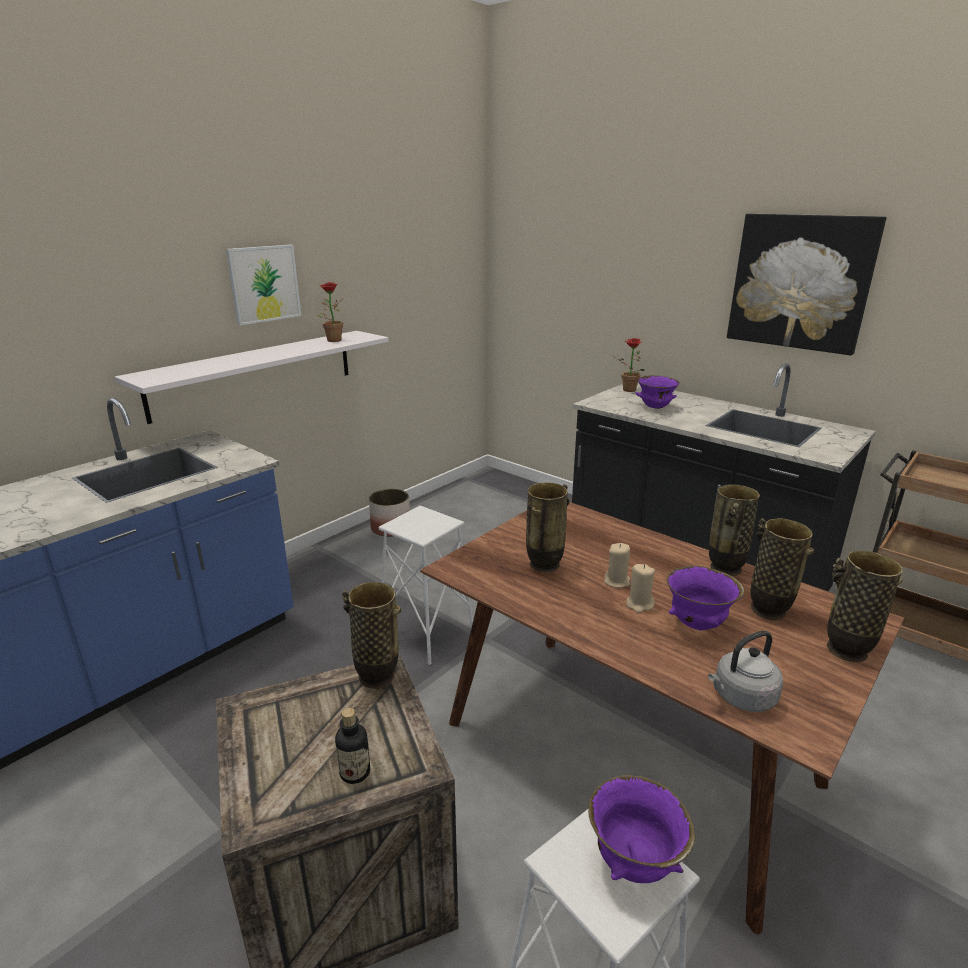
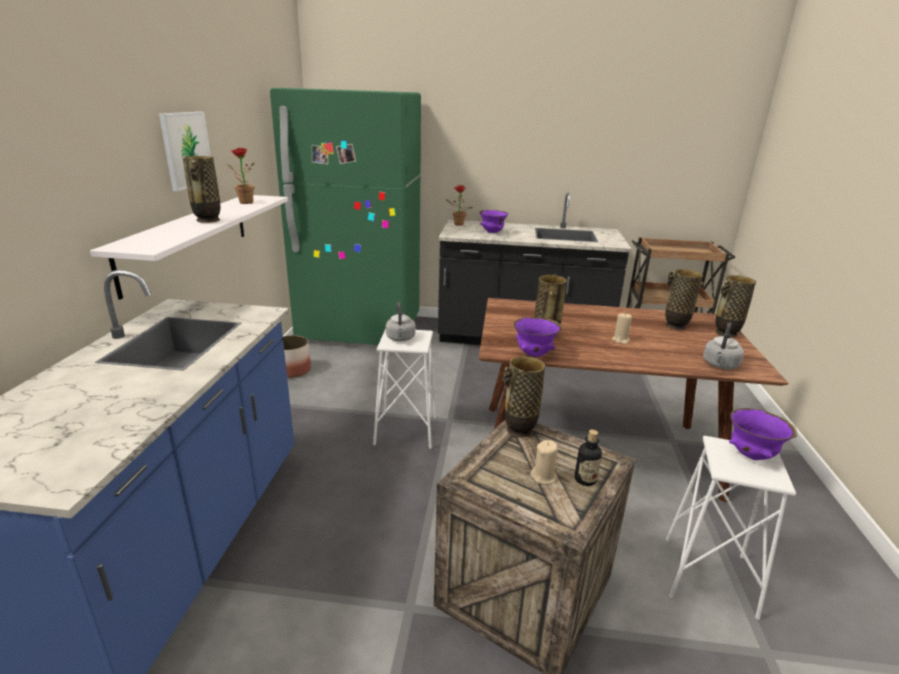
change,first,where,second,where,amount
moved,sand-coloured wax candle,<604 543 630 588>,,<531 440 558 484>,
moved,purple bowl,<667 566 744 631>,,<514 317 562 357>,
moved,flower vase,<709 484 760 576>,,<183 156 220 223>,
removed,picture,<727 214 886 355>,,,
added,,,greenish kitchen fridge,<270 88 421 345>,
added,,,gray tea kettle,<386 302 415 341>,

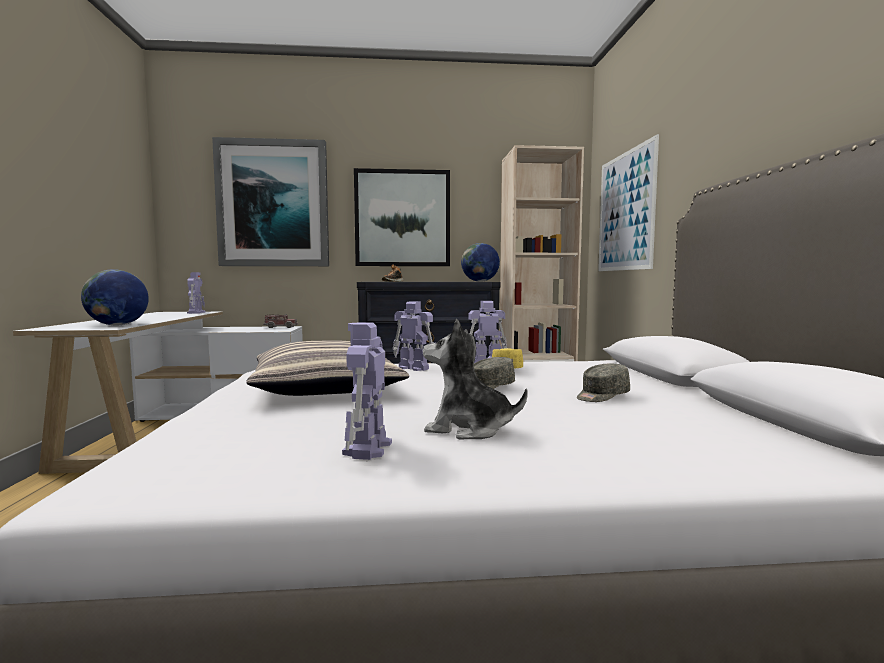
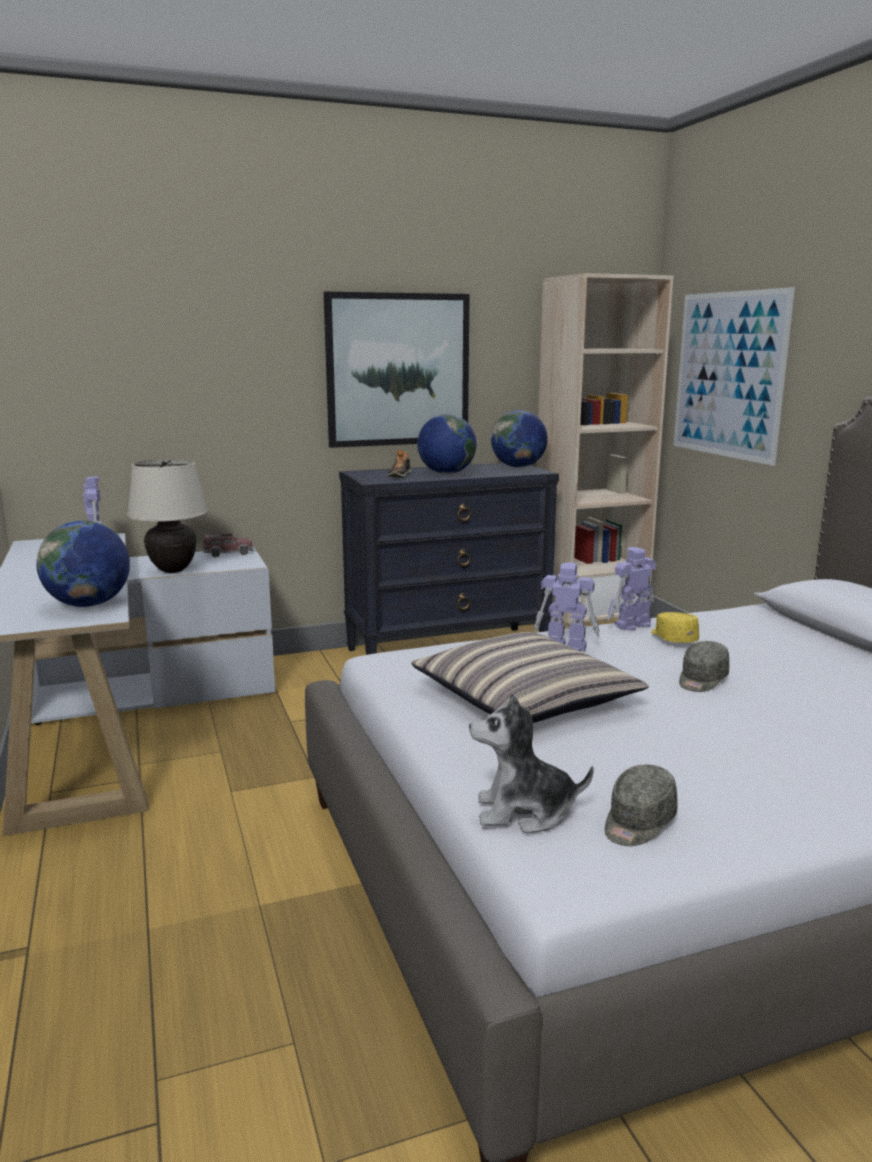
change,first,where,second,where,amount
removed,picture,<212 137 329 266>,,,
removed,robot figure,<342 322 392 460>,,,
moved,soft toy,<423 319 528 440>,,<469 693 594 833>,
moved,gray peaked cap,<577 364 630 402>,,<605 765 678 846>,
added,,,sand-coloured lamp for a table,<127 459 208 573>,
added,,,world globe,<417 414 477 474>,

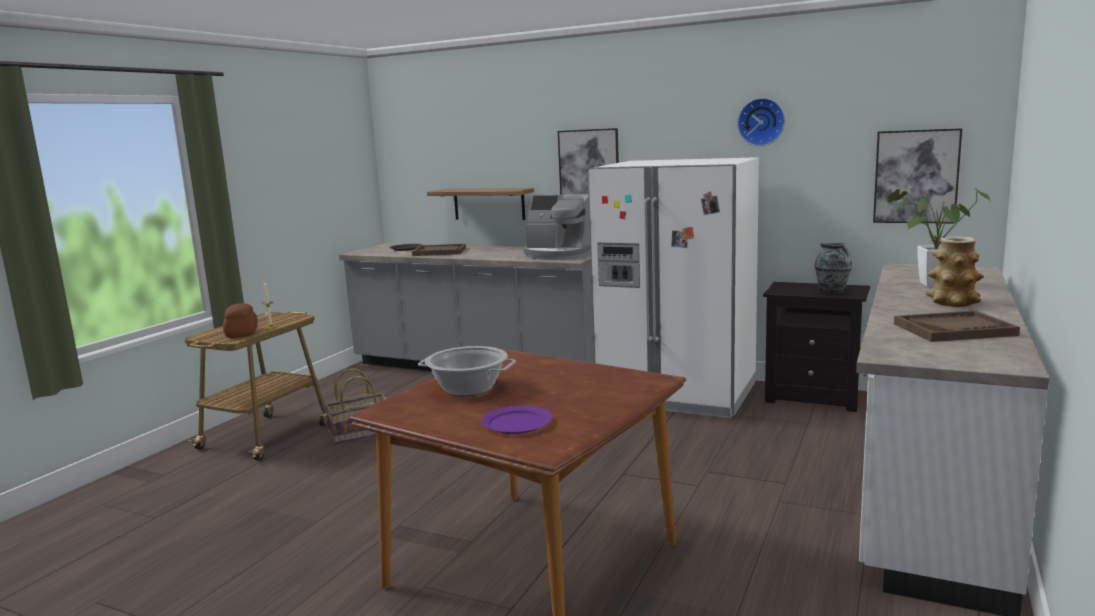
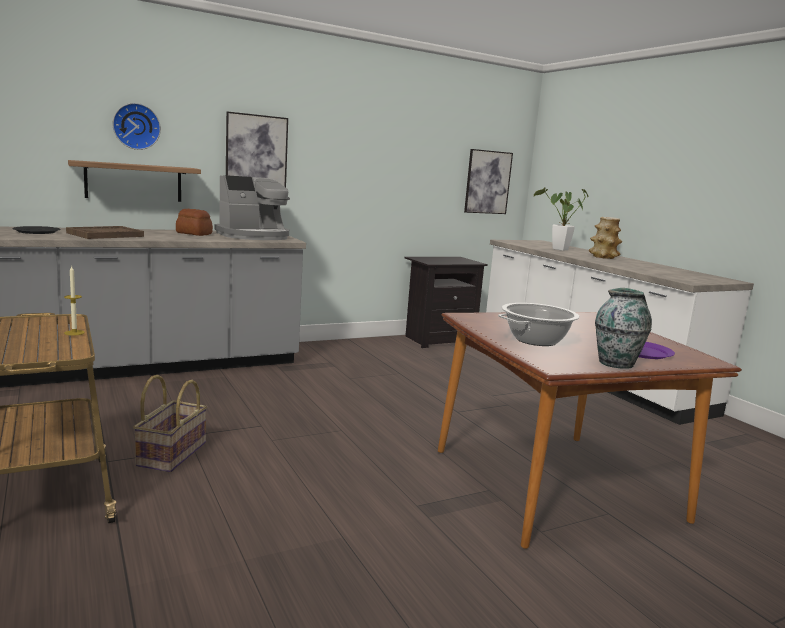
change,first,where,second,where,amount
moved,baked bread,<223 303 257 338>,,<176 209 213 236>,
removed,whitish kitchen fridge,<588 157 759 419>,,,
moved,hanging clock,<737 98 785 146>,,<113 103 161 150>,
moved,flower vase,<815 243 852 294>,,<595 288 652 369>,
removed,brown serving tray,<894 310 1020 342>,,,

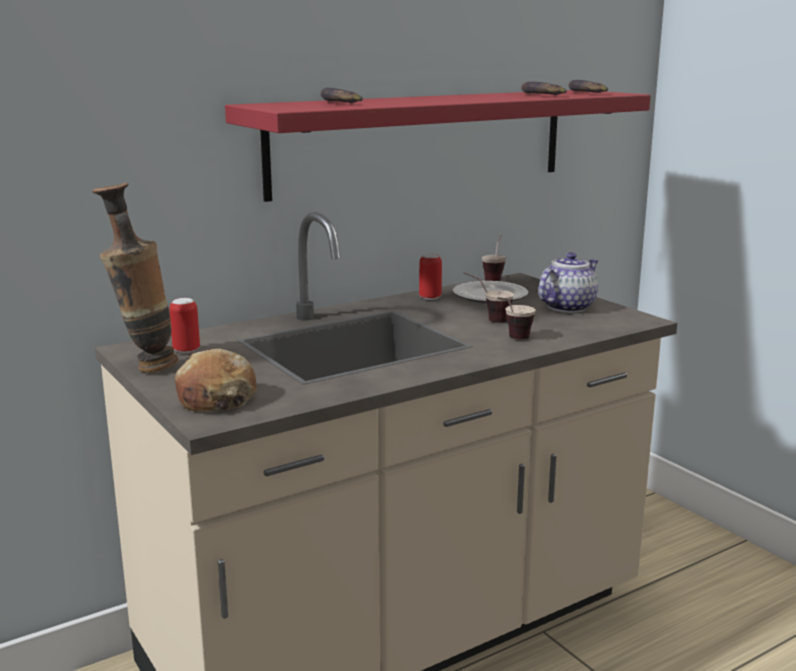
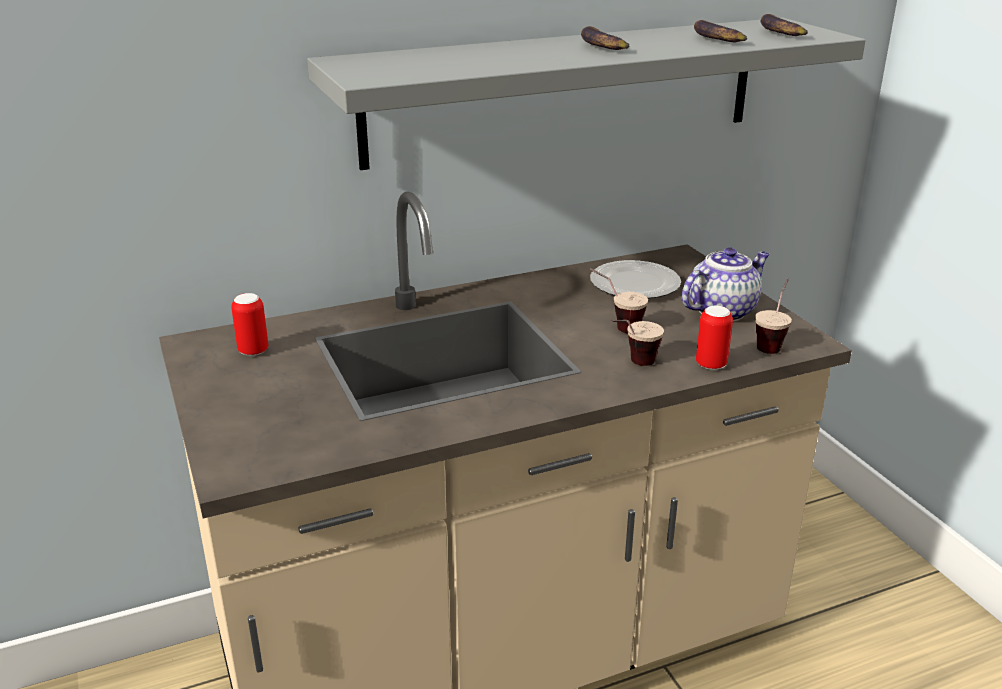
change,first,where,second,where,amount
removed,flower vase,<92 183 178 372>,,,
removed,baked bread,<175 349 256 411>,,,
recoloured,red shelf,<225 90 651 202>,gray shelf,<307 18 866 170>,
moved,banana,<321 88 363 103>,,<581 26 629 50>,
moved,can,<419 254 442 300>,,<696 306 733 370>,
moved,cup,<482 235 506 281>,,<755 278 792 354>,

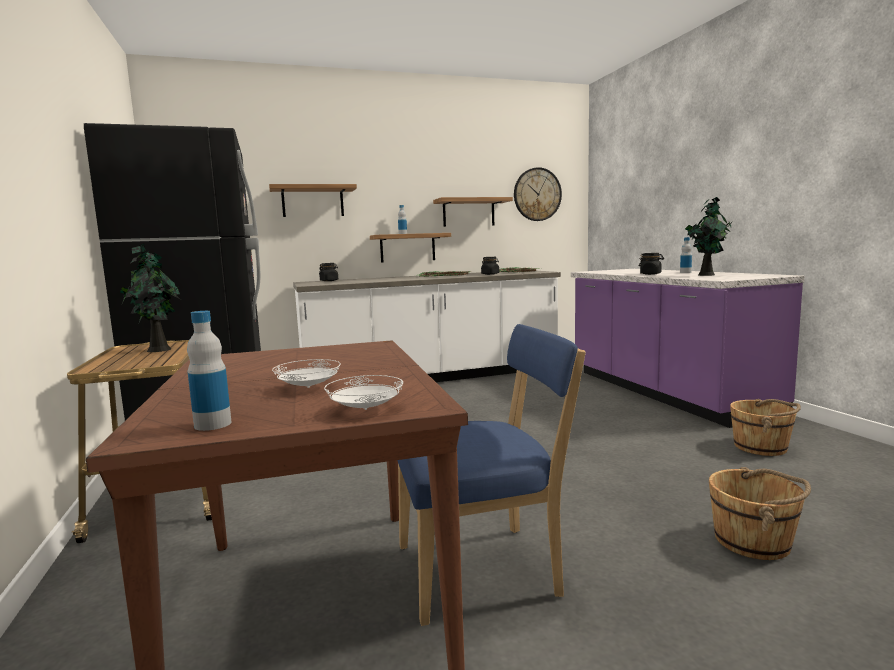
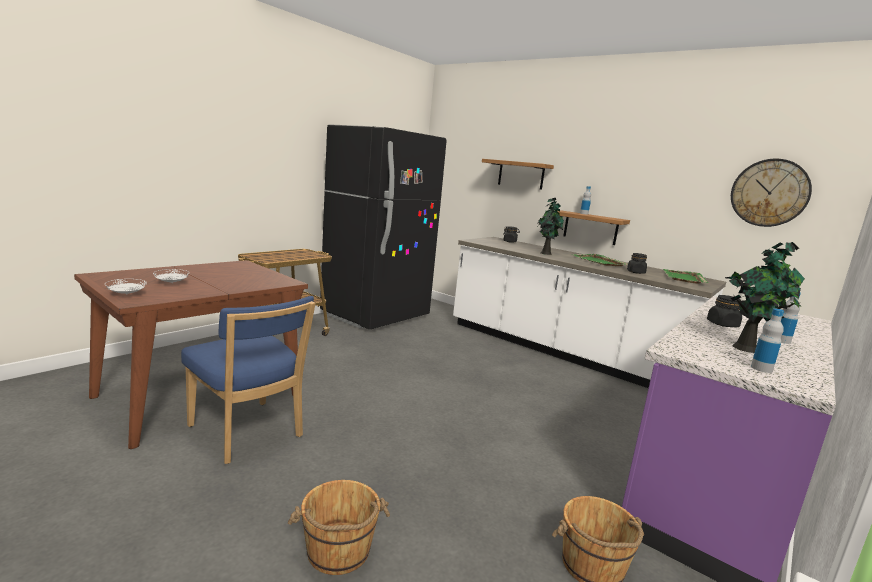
change,first,where,second,where,amount
moved,plant in a pot,<120 244 180 352>,,<538 198 564 255>,
moved,drink bottle,<187 311 231 431>,,<751 308 784 373>,
removed,shelf,<433 197 513 227>,,,

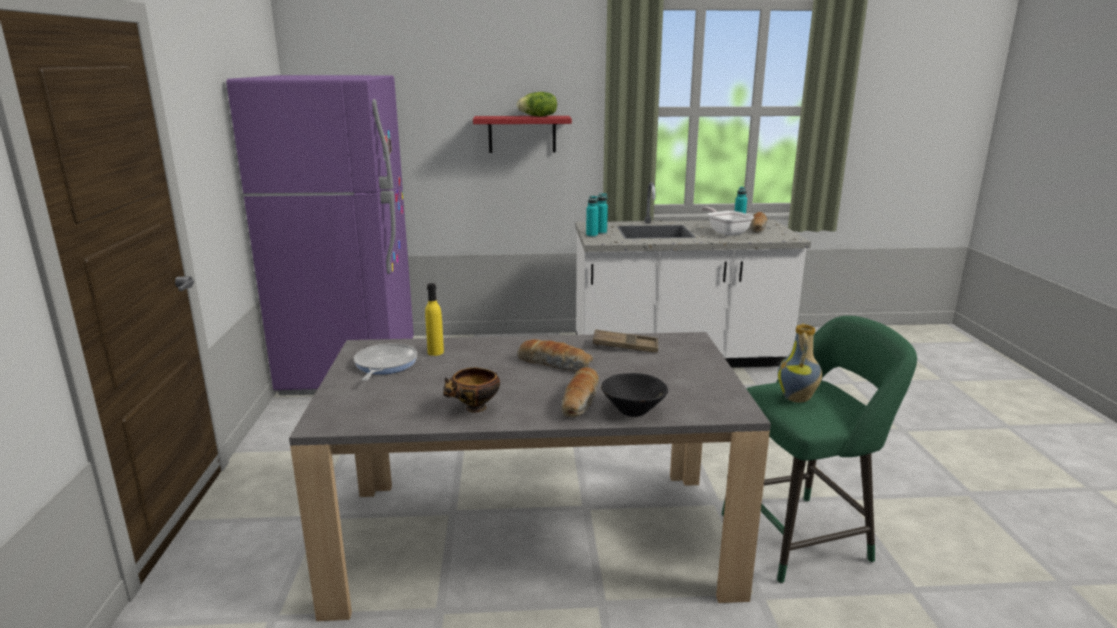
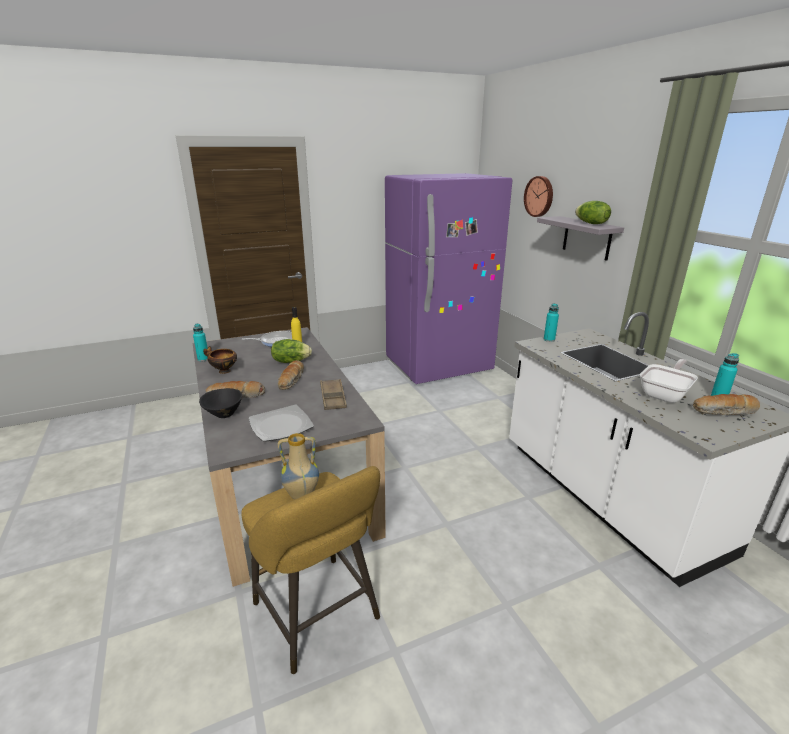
change,first,where,second,where,amount
recoloured,red shelf,<473 116 572 153>,gray shelf,<537 216 624 261>,
moved,turquoise-coloured drink bottle,<597 193 608 234>,,<193 323 208 361>,
recoloured,greenish stool seat,<722 316 917 583>,yellow-coloured stool seat,<241 466 380 674>,
added,,,plate,<249 405 314 442>,
added,,,lettuce head,<271 339 312 363>,
added,,,hanging clock,<524 176 553 217>,

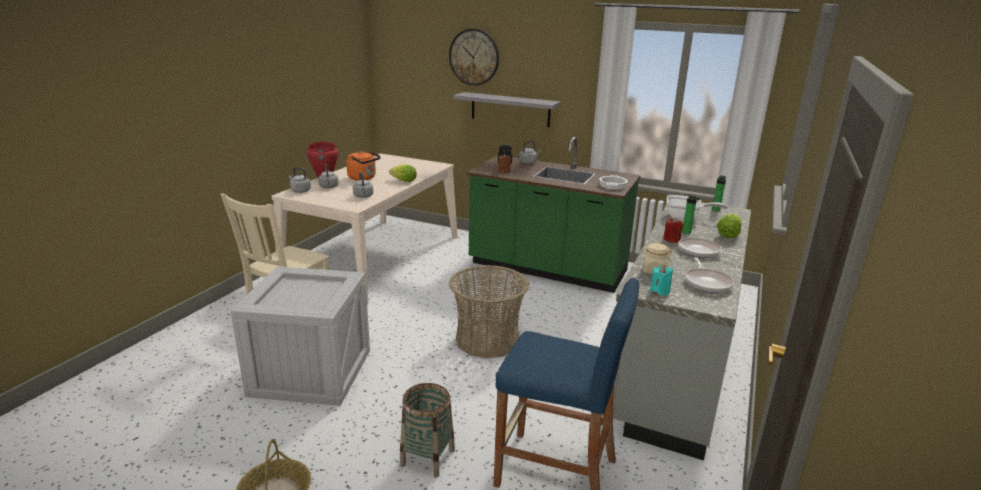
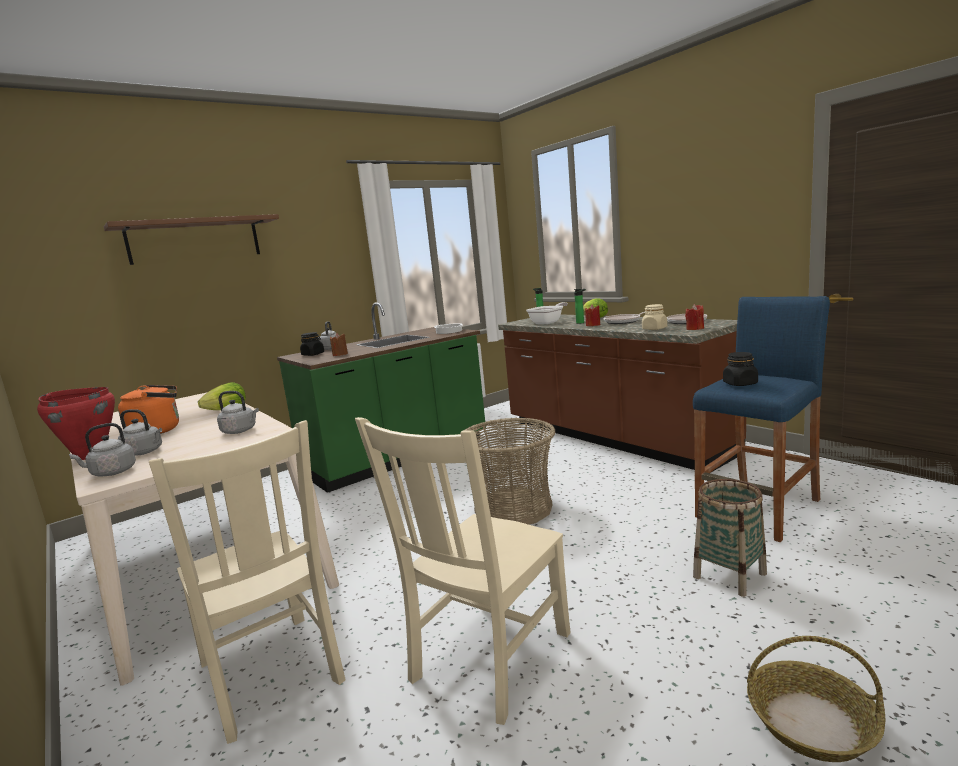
change,first,where,second,where,amount
replaced,shipping crate,<231 266 370 406>,sand-coloured chair,<355 417 571 725>,
replaced,hanging clock,<449 29 499 86>,brown shelf,<103 214 279 265>,
removed,gray shelf,<453 92 561 127>,,,
recoloured,gray counter,<613 202 751 460>,brown counter,<498 314 746 472>,
recoloured,turquoise-coloured wax candle,<650 265 673 295>,red wax candle,<685 304 704 330>,
added,,,black-coloured storage jar,<723 352 758 386>,

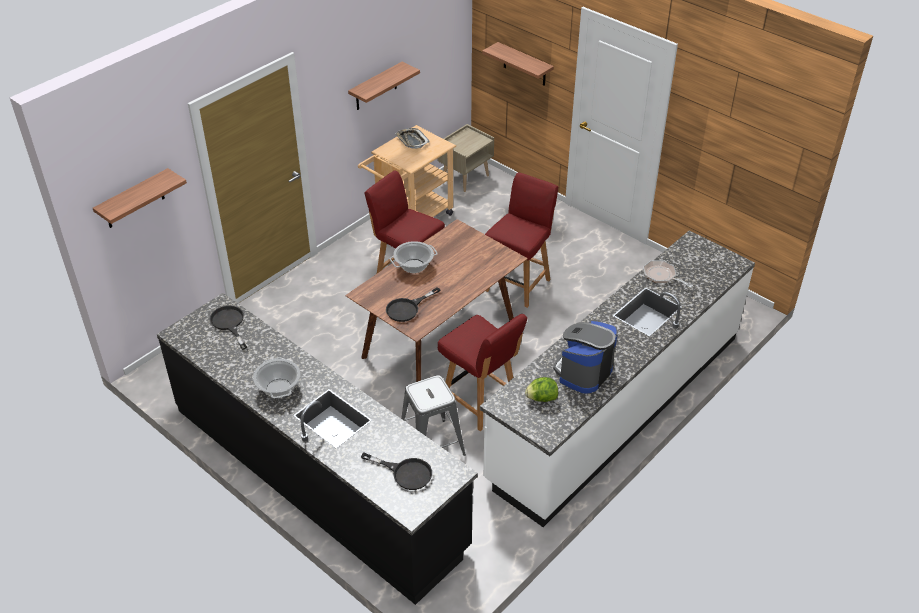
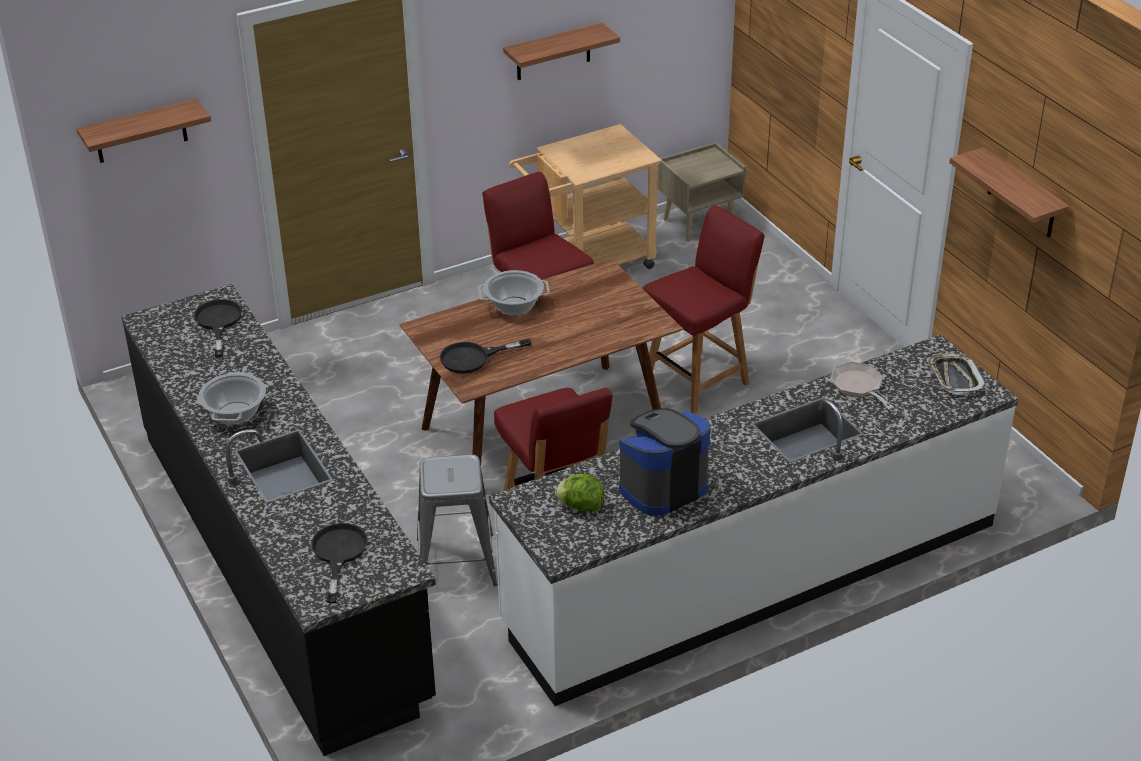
change,first,where,second,where,amount
turned,black-coloured pan,<361 453 432 490>,,<311 523 368 603>,135 degrees counterclockwise
moved,serving tray,<395 128 430 149>,,<927 353 987 396>,
moved,shelf,<482 42 554 86>,,<949 147 1069 237>,

